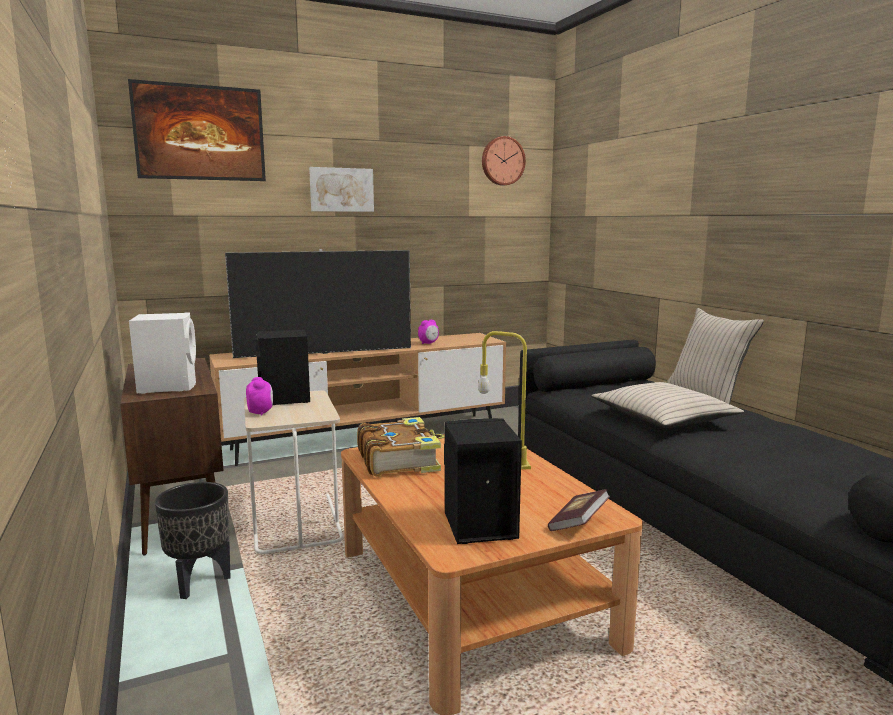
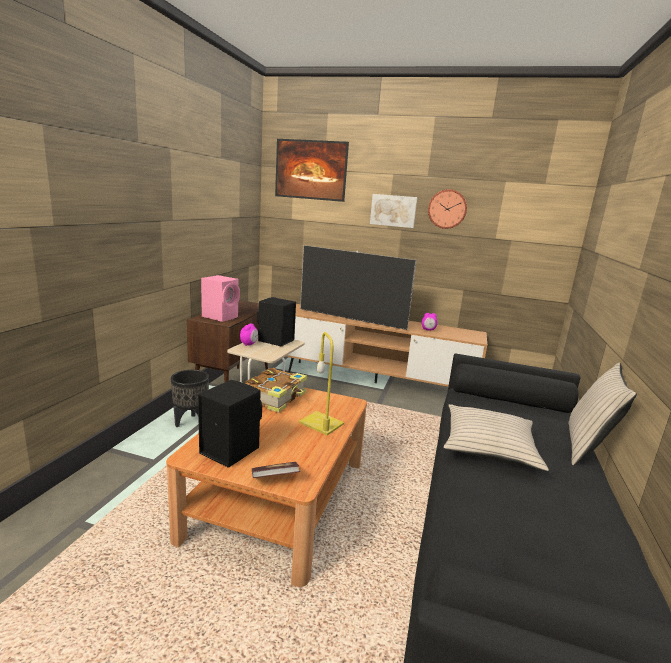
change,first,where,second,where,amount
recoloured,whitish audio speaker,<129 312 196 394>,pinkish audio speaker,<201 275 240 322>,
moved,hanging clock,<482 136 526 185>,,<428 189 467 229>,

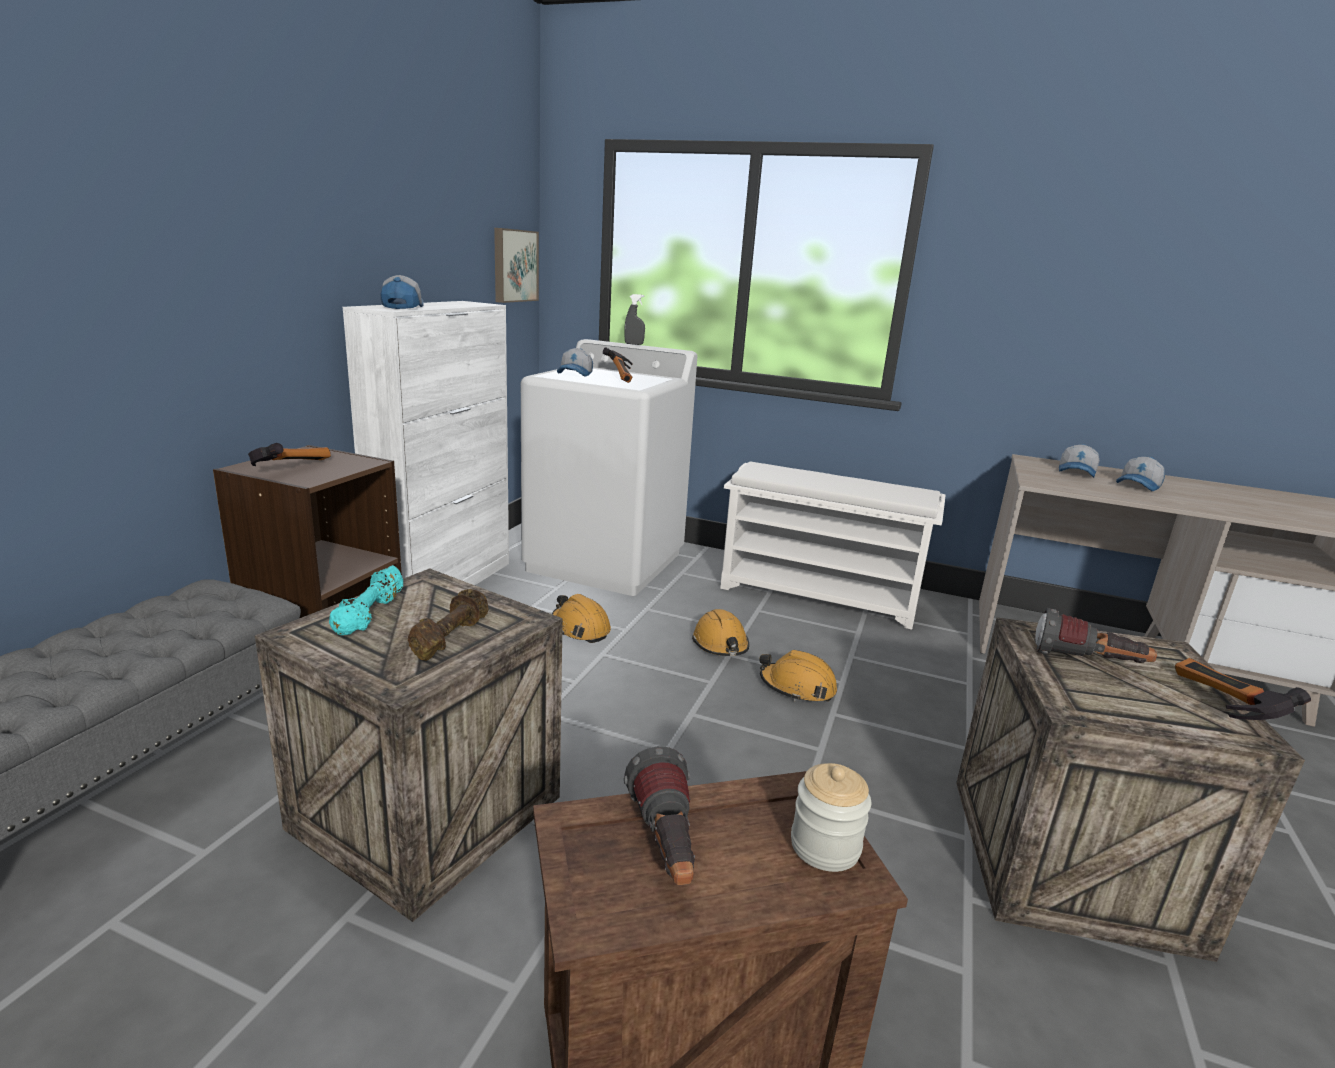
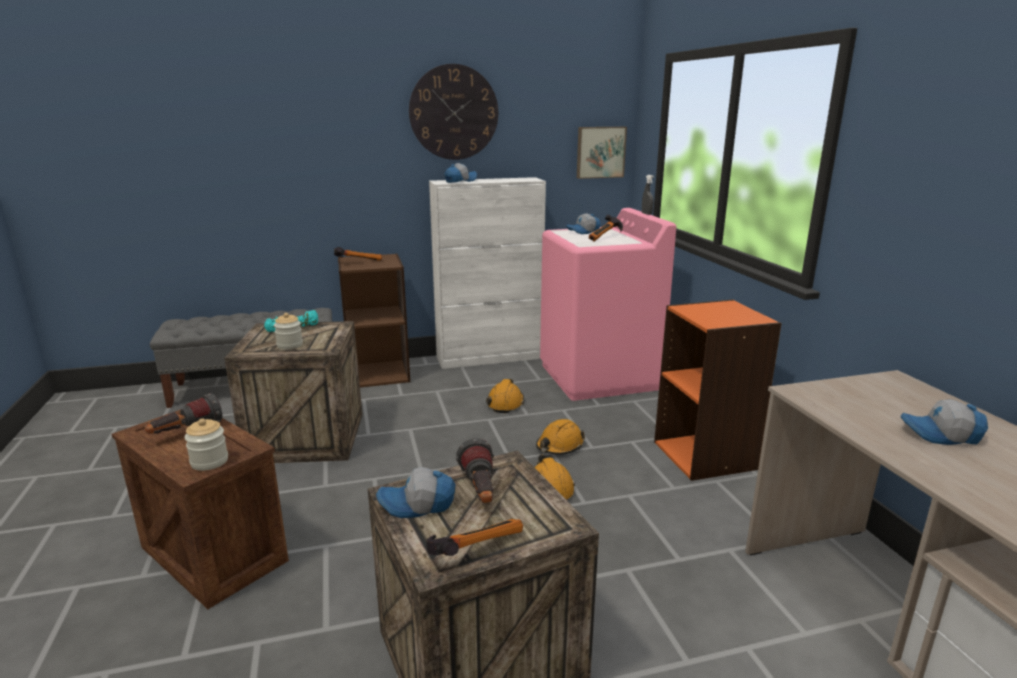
change,first,where,second,where,amount
replaced,brown hand weight,<408 589 489 661>,storage jar,<274 313 303 350>,
recoloured,whitish washing machine,<521 339 697 596>,pinkish washing machine,<540 208 676 401>,
replaced,whitish shoe rack,<720 461 946 630>,orangey bookshelf,<654 300 782 481>,
moved,peaked cap,<1059 444 1099 478>,,<376 467 456 518>,
added,,,hanging clock,<409 64 498 160>,

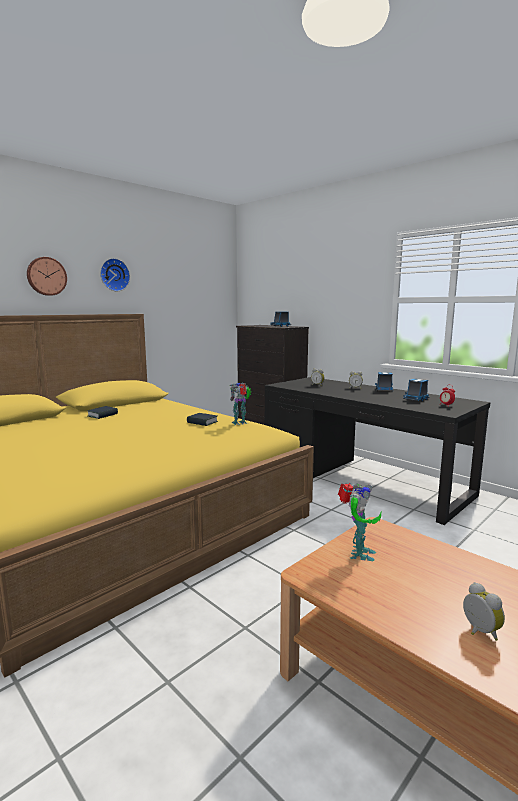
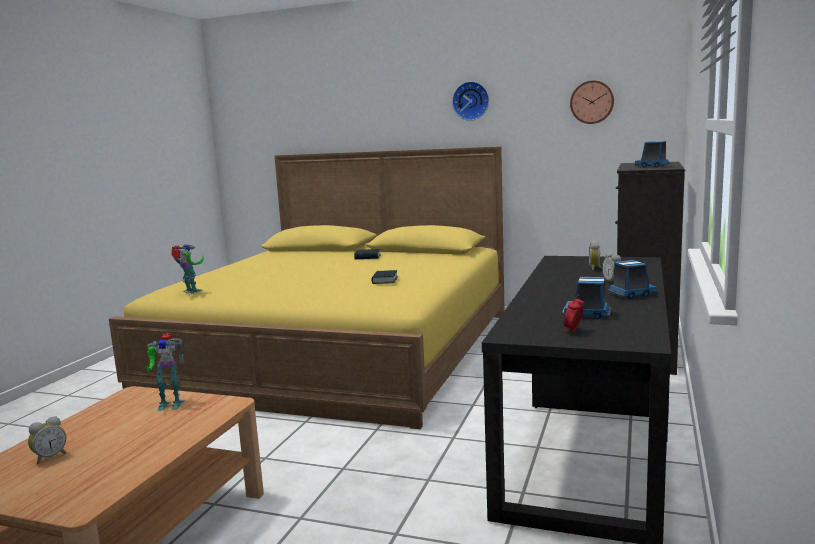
change,first,where,second,where,amount
moved,hanging clock,<27 257 67 296>,,<570 80 614 124>,
moved,robot figure,<230 382 251 425>,,<171 244 204 294>,

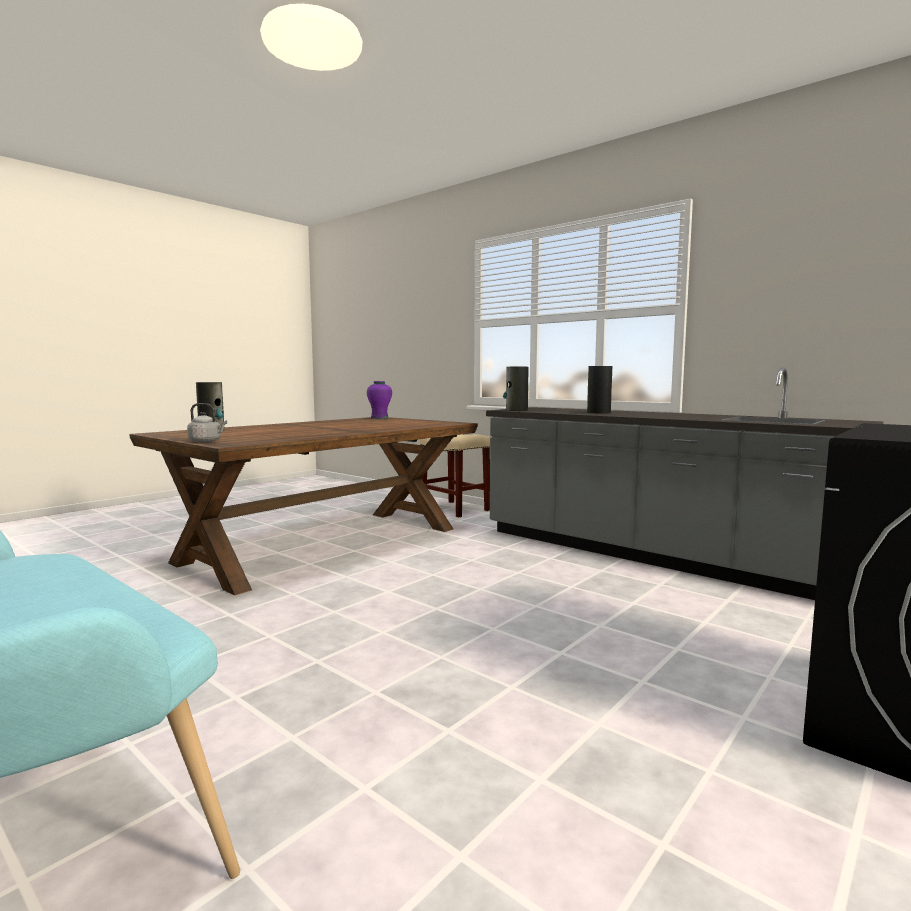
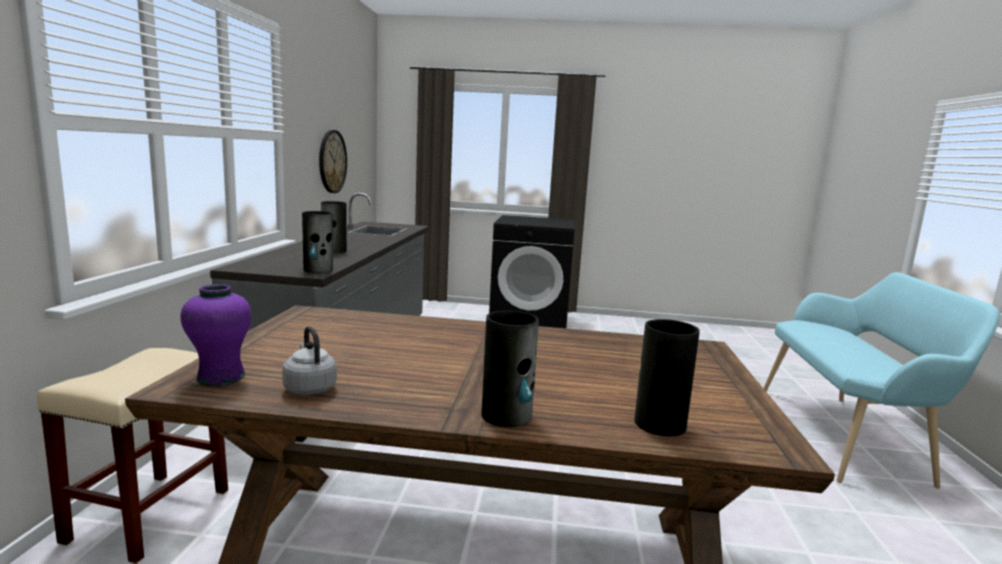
change,first,where,second,where,amount
moved,gray tea kettle,<187 403 227 442>,,<282 326 337 395>,
added,,,hanging clock,<319 130 347 193>,
added,,,flower vase,<481 311 539 427>,

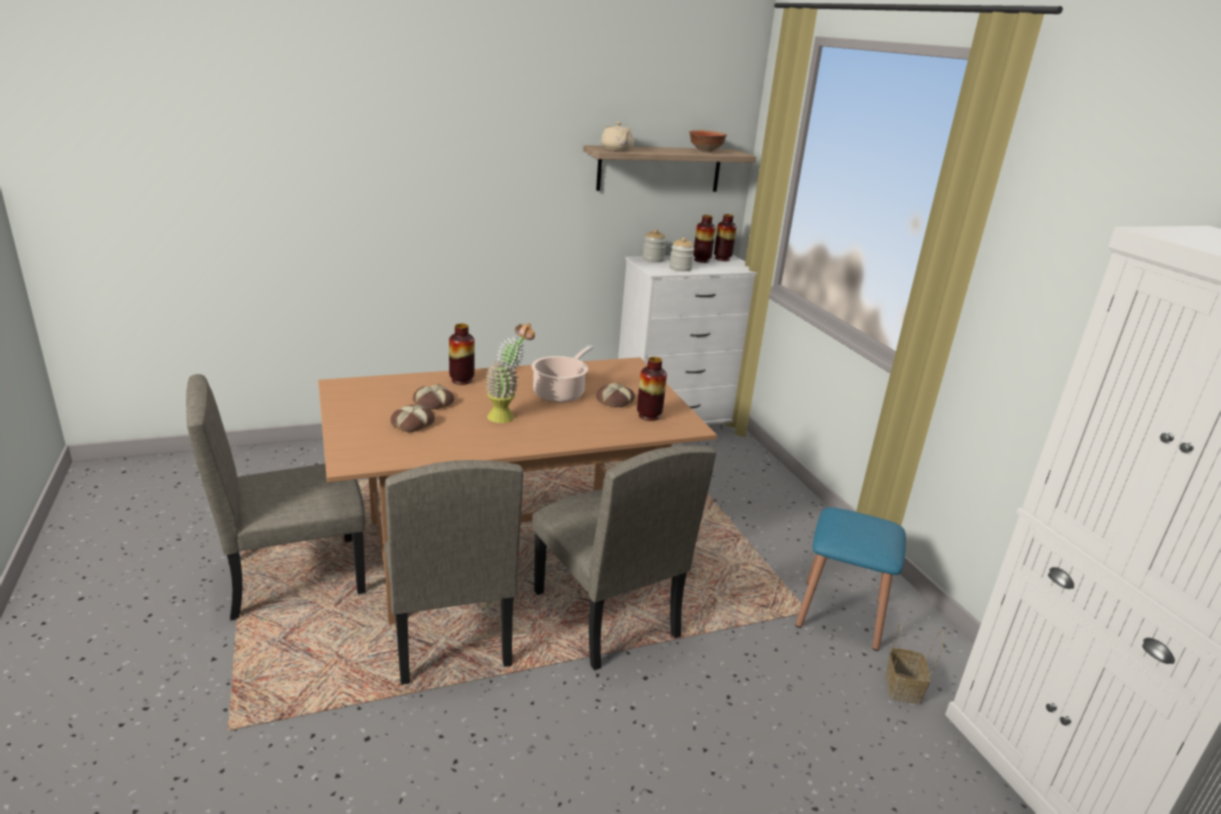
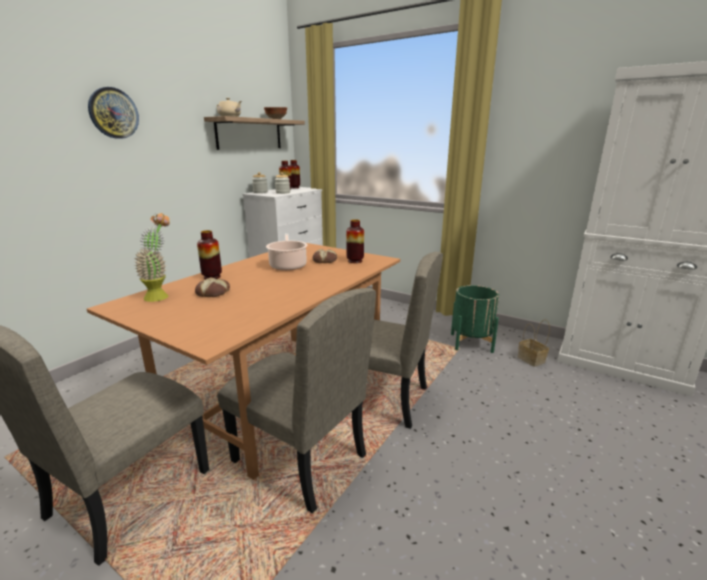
change,first,where,second,where,amount
removed,baked bread,<390 404 435 432>,,,
moved,plant in a pot,<485 323 535 423>,,<135 213 170 302>,
replaced,blue-coloured stool seat,<796 507 906 651>,greenish flower pot,<451 285 499 353>,
added,,,hanging clock,<88 87 139 139>,

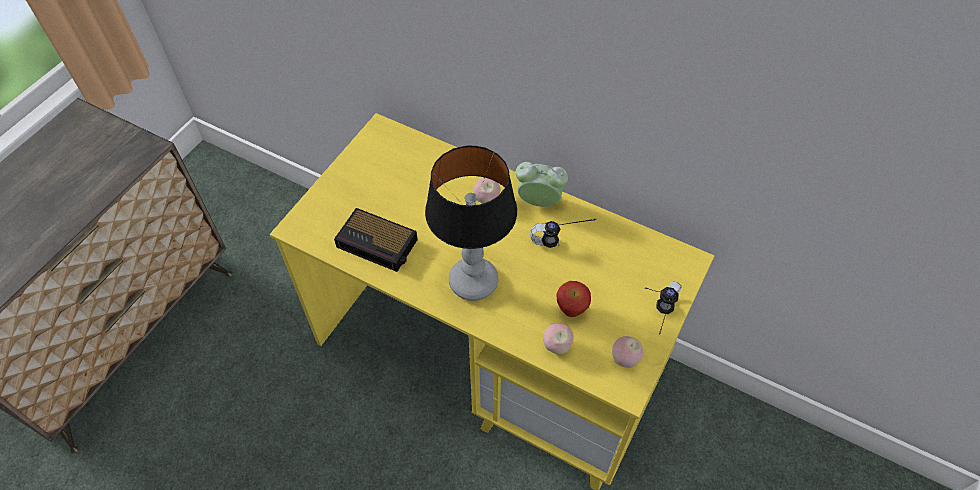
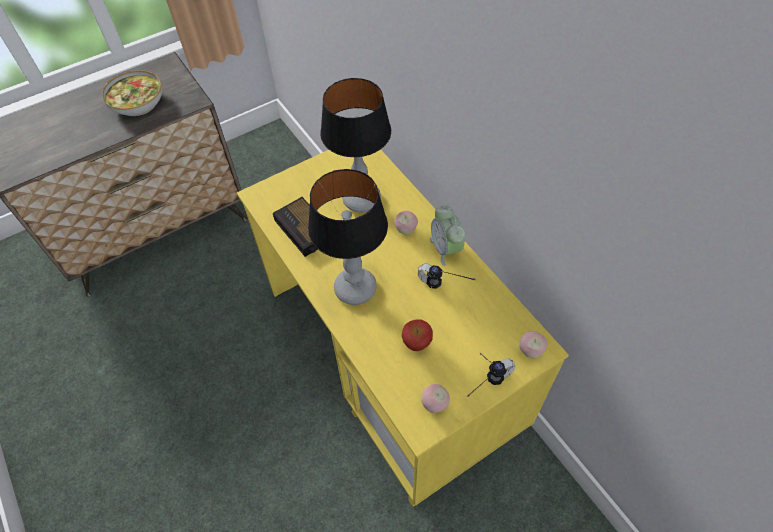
change,first,where,second,where,amount
turned,table clock,<515 162 568 207>,,<430 205 465 266>,150 degrees counterclockwise
moved,apple fruit,<543 323 574 354>,,<519 331 547 359>,
added,,,bowl,<102 70 162 116>,
added,,,lamp for a table,<320 78 391 212>,

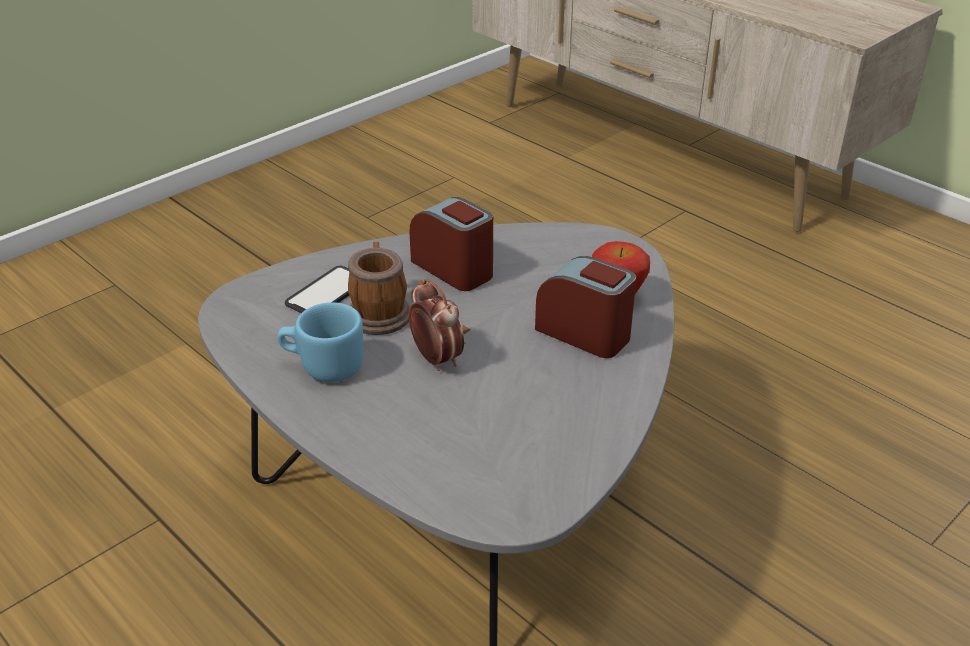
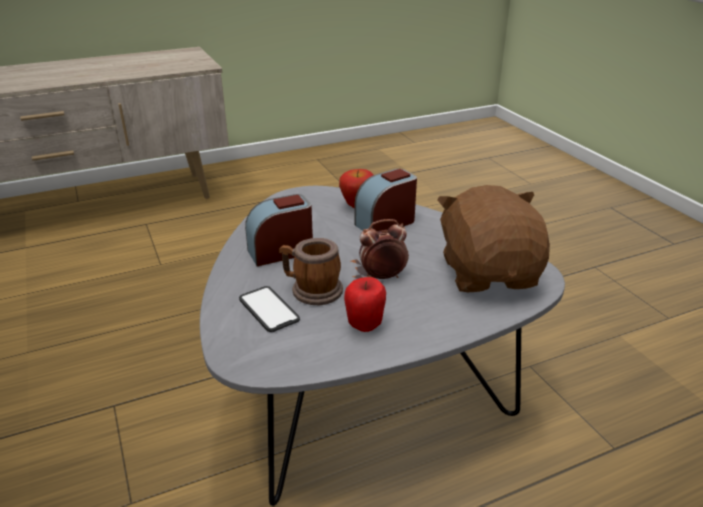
change,first,where,second,where,amount
replaced,blue-coloured mug,<277 302 363 382>,apple fruit,<344 277 386 332>,
added,,,brown soft toy,<437 185 550 292>,

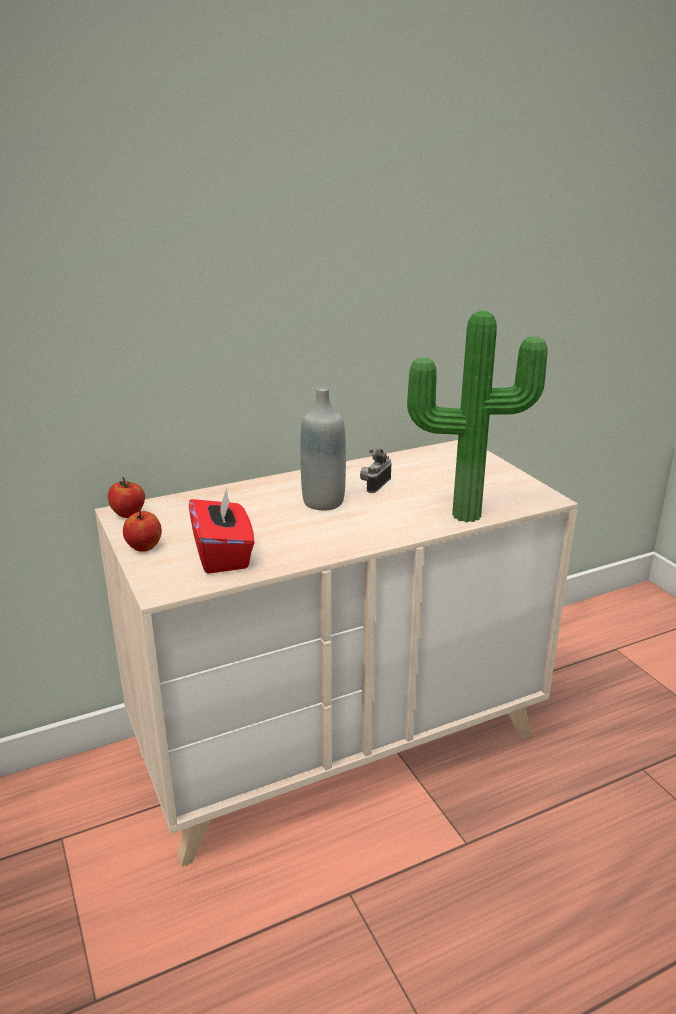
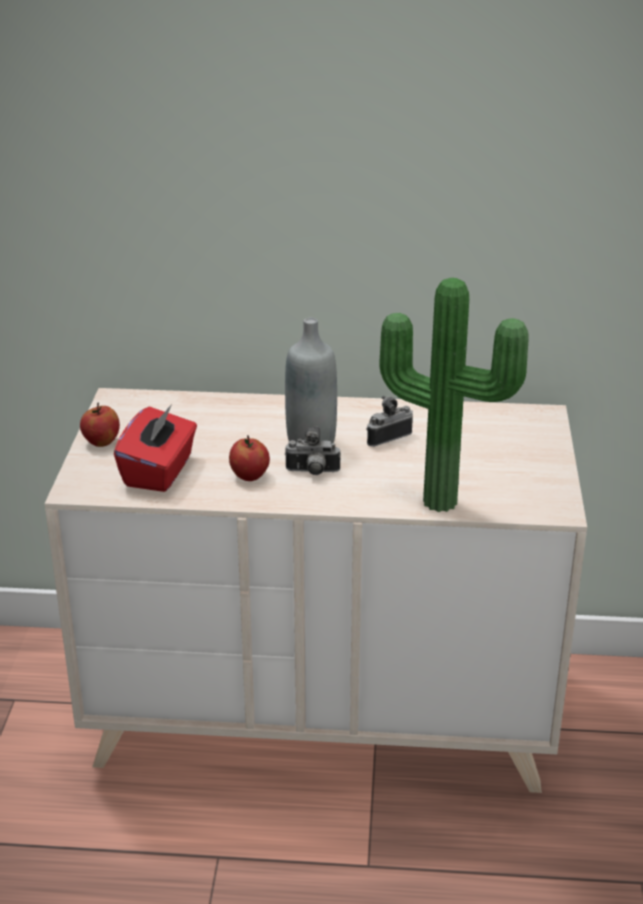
change,first,where,second,where,amount
moved,apple fruit,<108 477 145 518>,,<229 435 270 481>,
added,,,still camera,<285 426 341 475>,

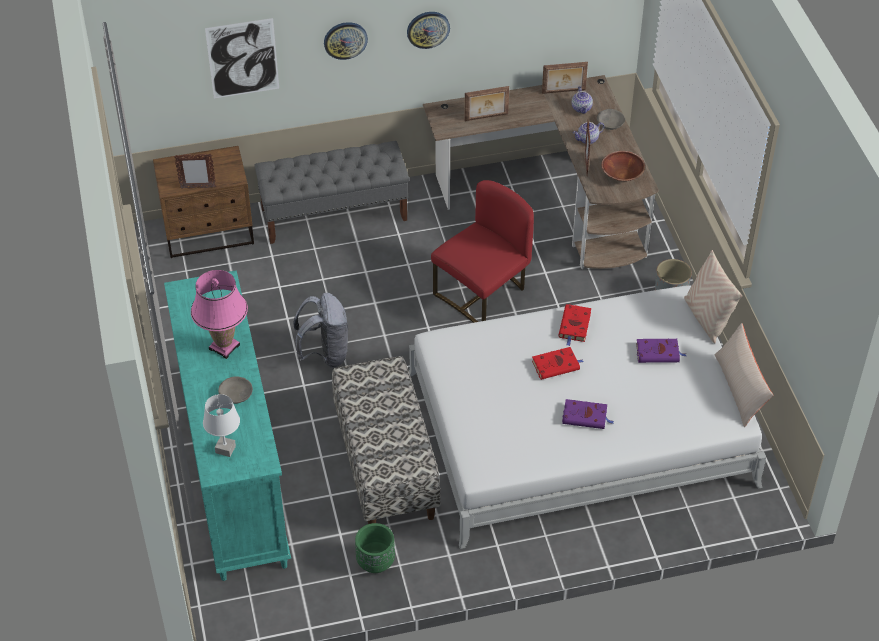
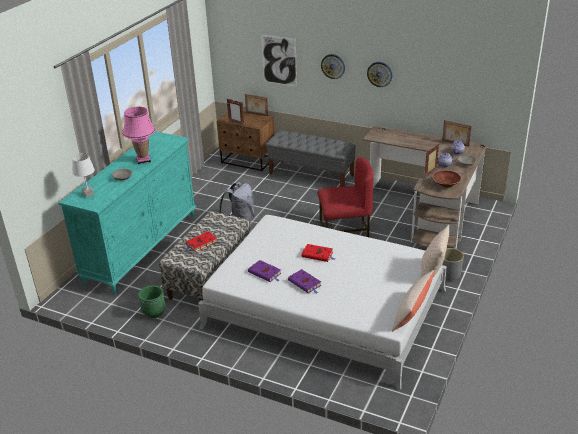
change,first,where,second,where,amount
moved,photo frame,<464 86 509 121>,,<245 94 268 116>,
moved,red bound book,<558 304 591 346>,,<185 232 217 252>,
moved,purple bound book,<636 339 686 363>,,<248 260 281 282>,

